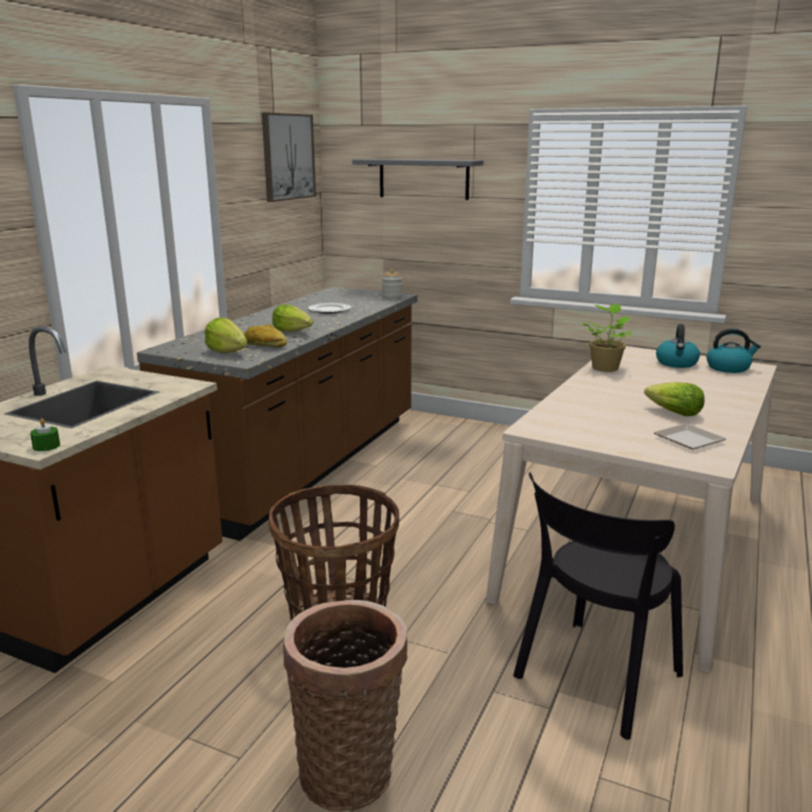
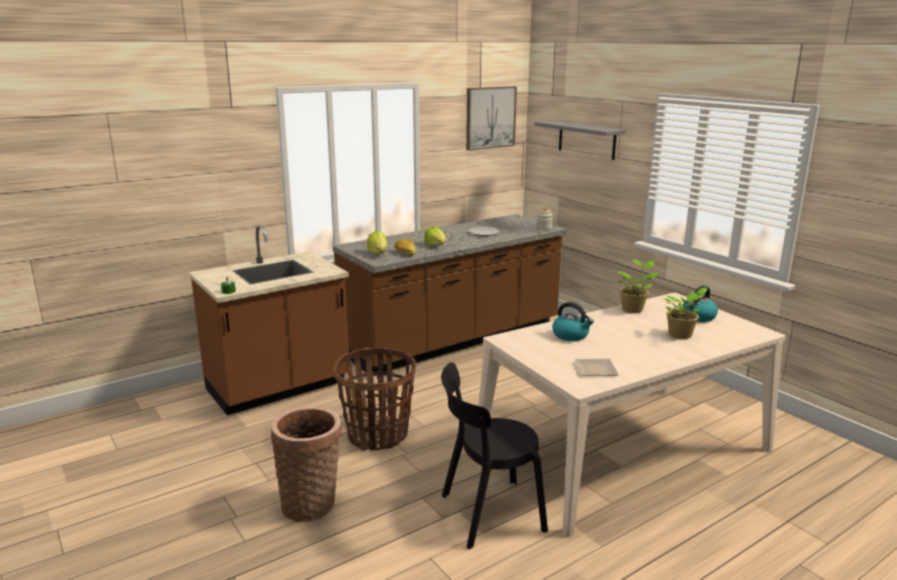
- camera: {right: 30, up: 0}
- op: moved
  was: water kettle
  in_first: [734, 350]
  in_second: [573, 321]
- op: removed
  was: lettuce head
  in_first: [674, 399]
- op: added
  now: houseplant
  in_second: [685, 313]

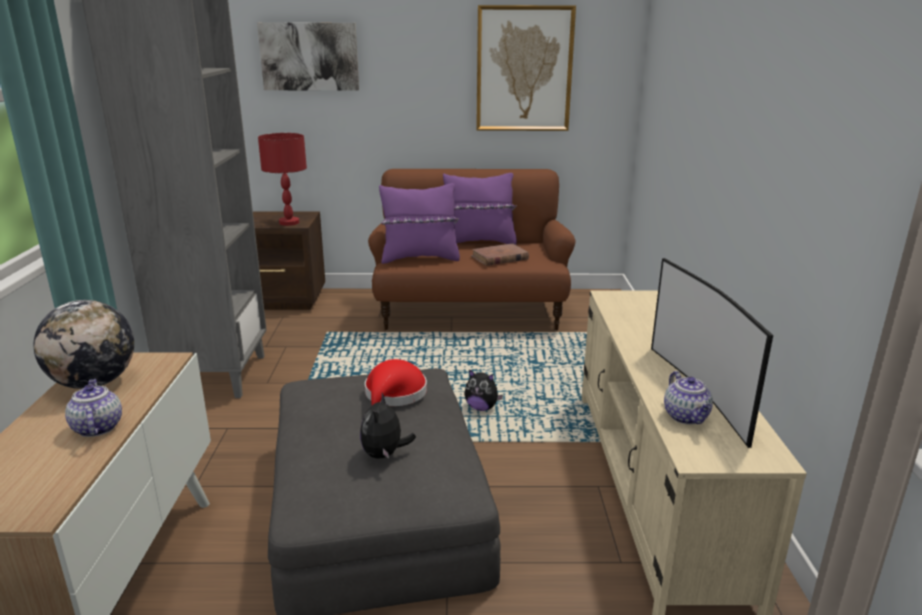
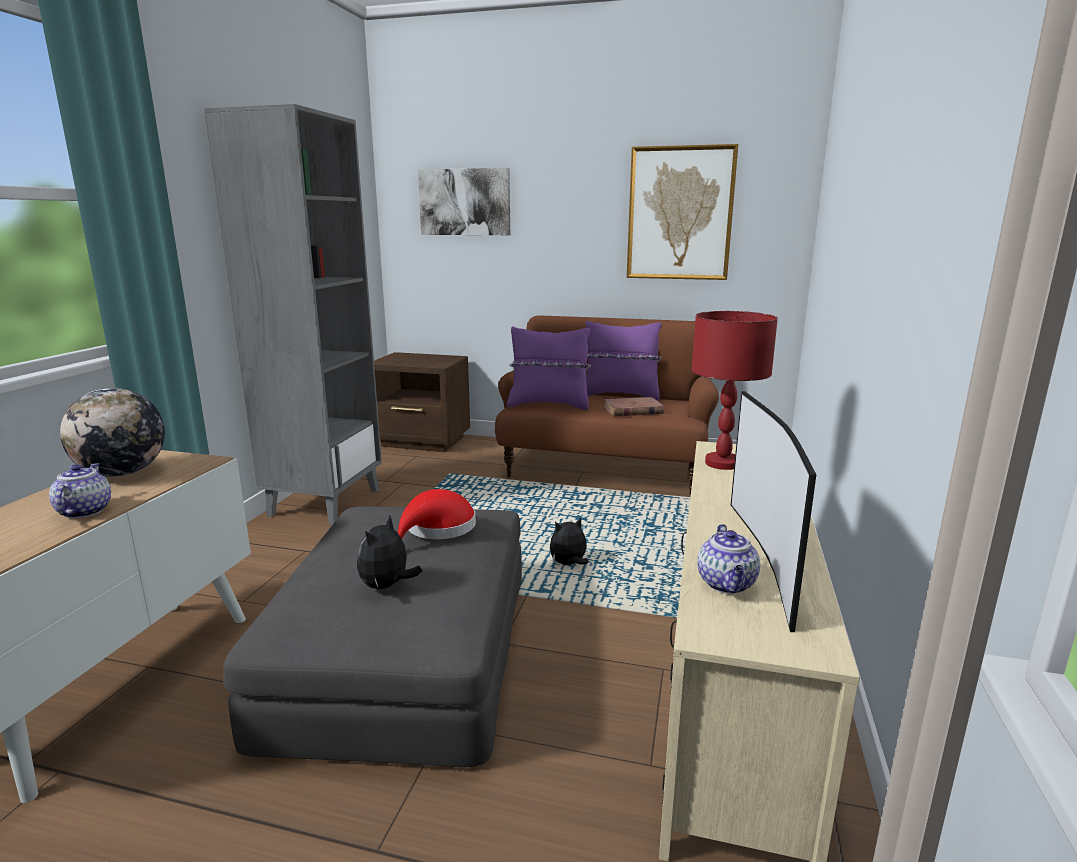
- camera: {right: 15, up: -5}
- op: moved
  was: tabletop lamp in red
  in_first: [282, 179]
  in_second: [734, 390]
- op: turned
  was: soft toy
  in_first: [483, 390]
  in_second: [569, 541]
  clockwise: 120

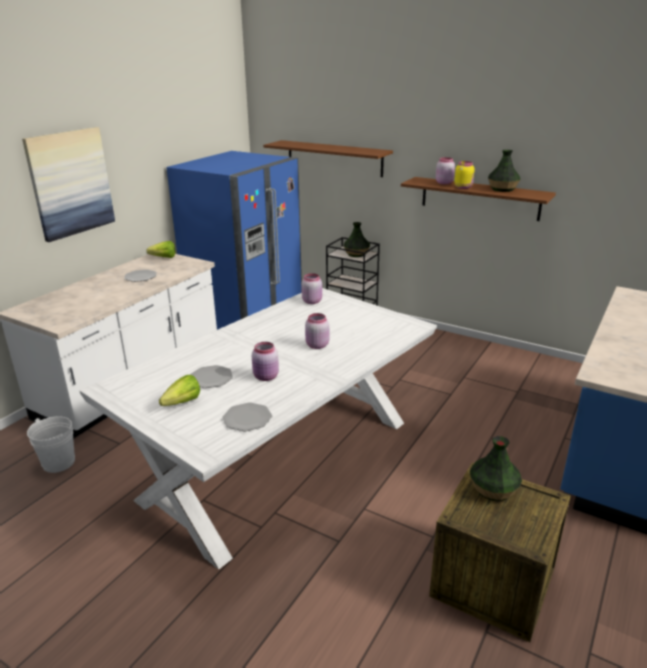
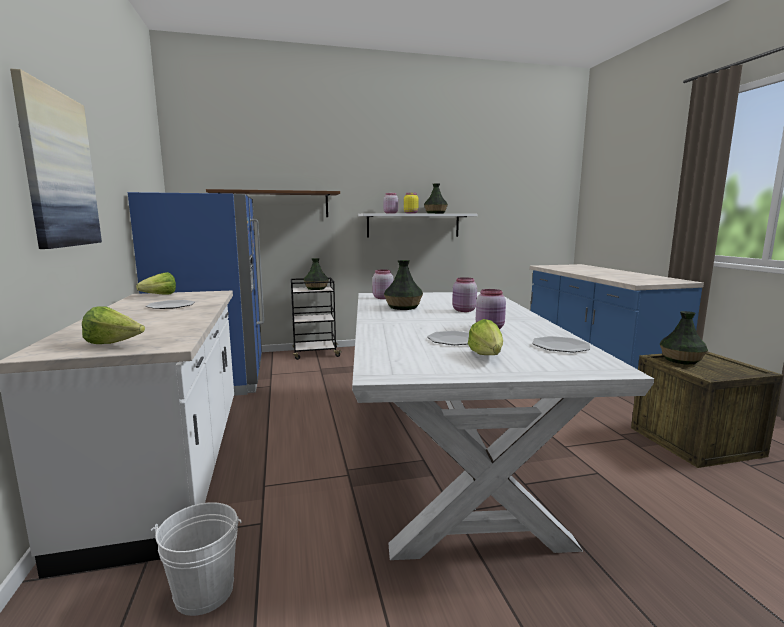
- camera: {right: -45, up: -15}
- op: recoloured
  was: bracket shelf in brownish
  now: bracket shelf in whitish
  in_first: [478, 199]
  in_second: [418, 225]
- op: added
  now: flower vase
  in_second: [403, 285]
- op: added
  now: lettuce head
  in_second: [113, 325]

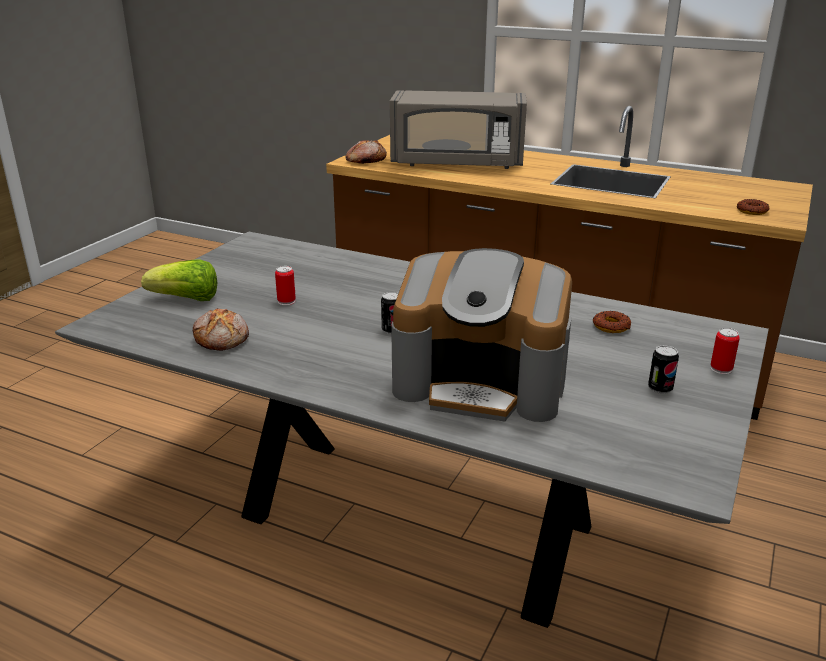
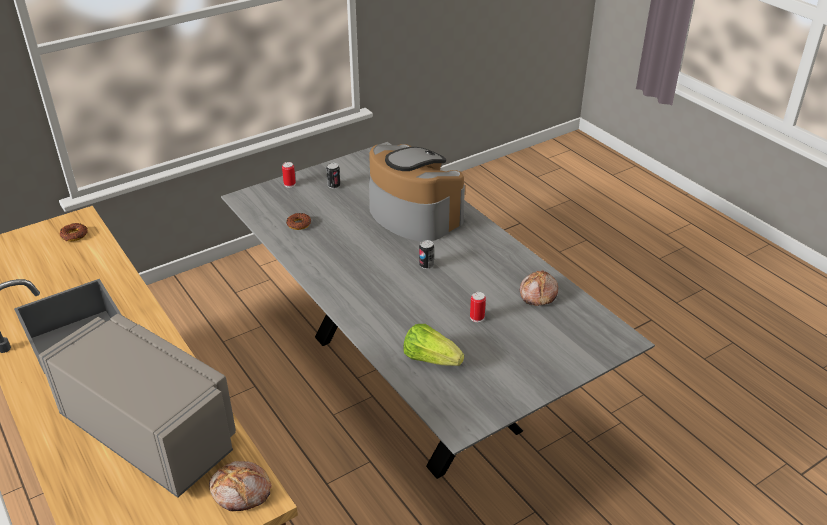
- camera: {right: -150, up: 10}
- op: moved
  was: lettuce head
  in_first: [179, 280]
  in_second: [433, 345]

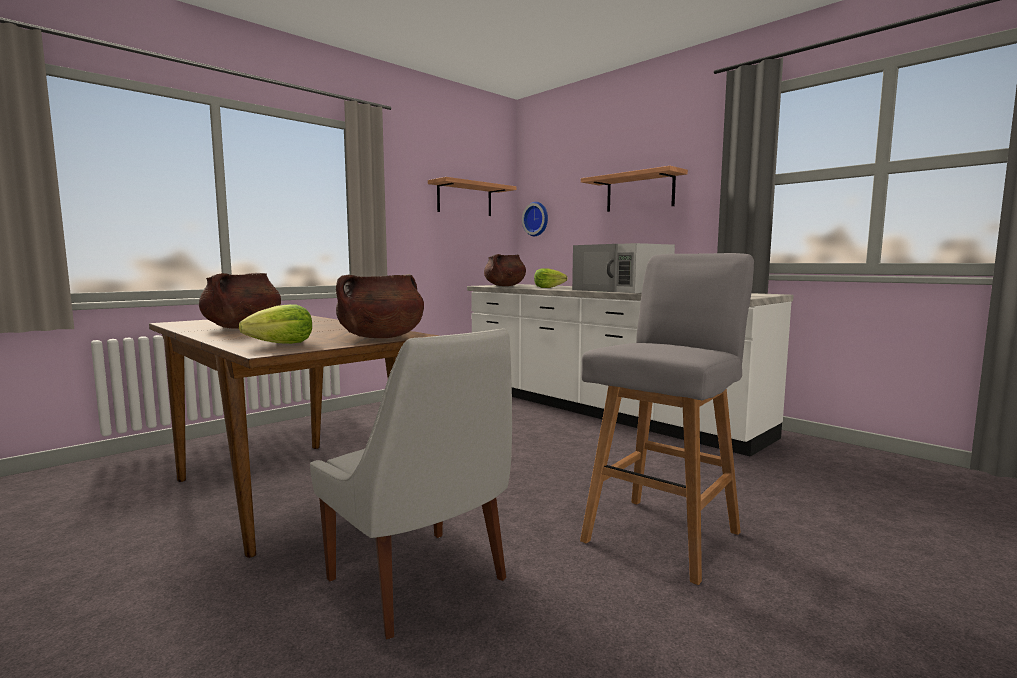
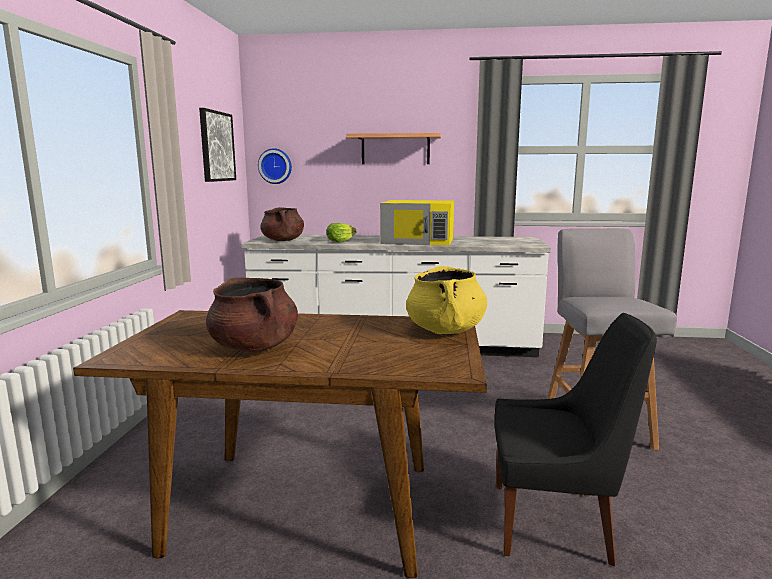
- camera: {right: -40, up: 5}
- op: replaced
  was: bracket shelf
  now: wall picture
  in_first: [472, 196]
  in_second: [217, 145]
- op: recoloured
  was: microwave in whitish
  now: microwave in yellow-coloured
  in_first: [623, 268]
  in_second: [417, 222]
- op: recoloured
  was: saucepot in brownish
  now: saucepot in yellow-coloured
  in_first: [380, 306]
  in_second: [446, 300]
- op: removed
  was: lettuce head
  in_first: [275, 324]
- op: recoloured
  was: plain chair in whitish
  now: plain chair in black-coloured
  in_first: [411, 483]
  in_second: [576, 439]

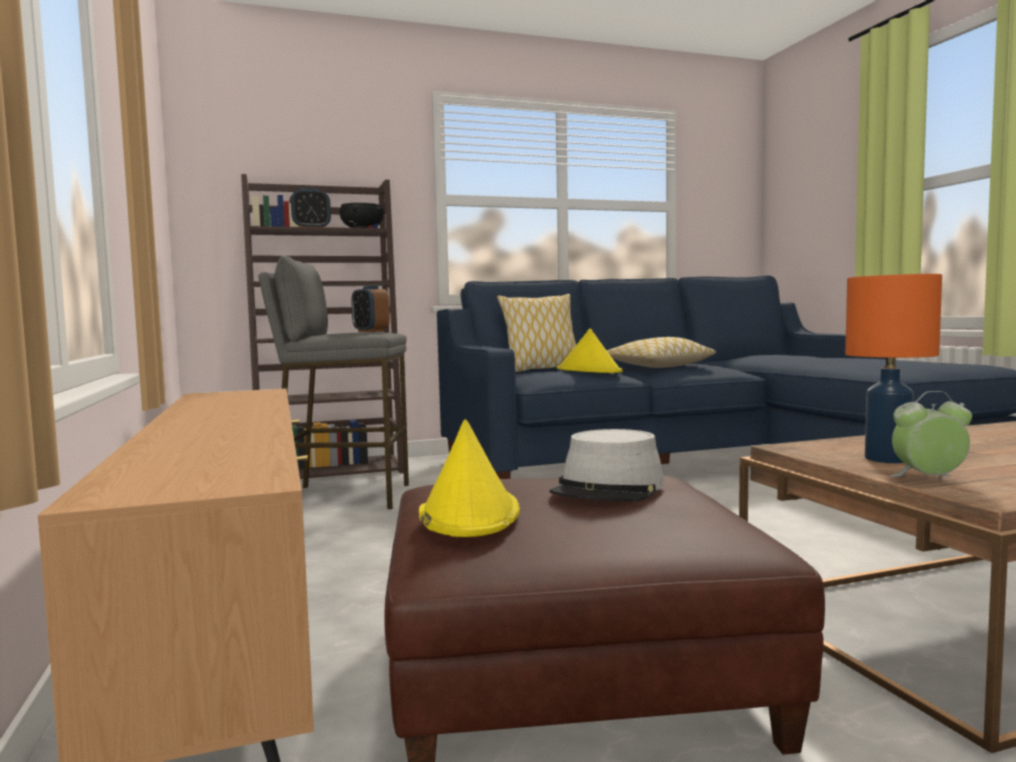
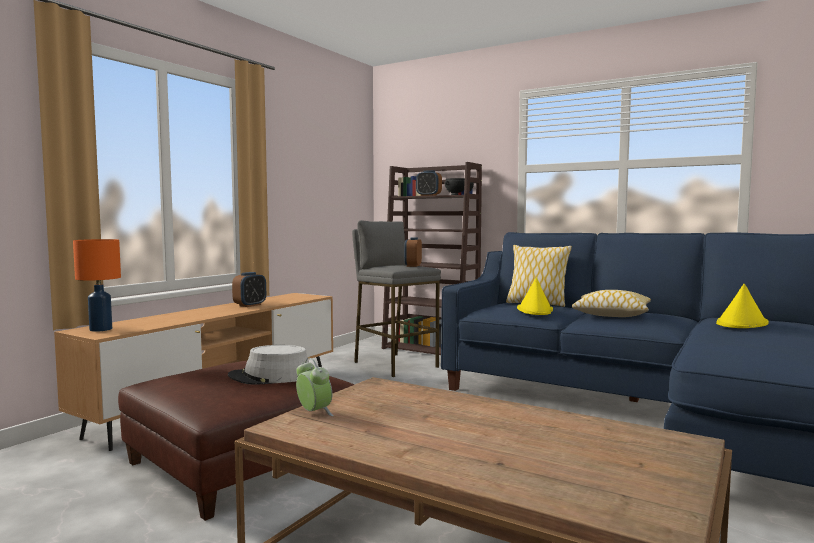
- camera: {right: 50, up: 0}
- op: moved
  was: tabletop lamp in orange-coloured
  in_first: [893, 368]
  in_second: [97, 285]
- op: moved
  was: hat in yellow-coloured
  in_first: [469, 478]
  in_second: [742, 306]
- op: added
  now: table clock
  in_second: [249, 289]

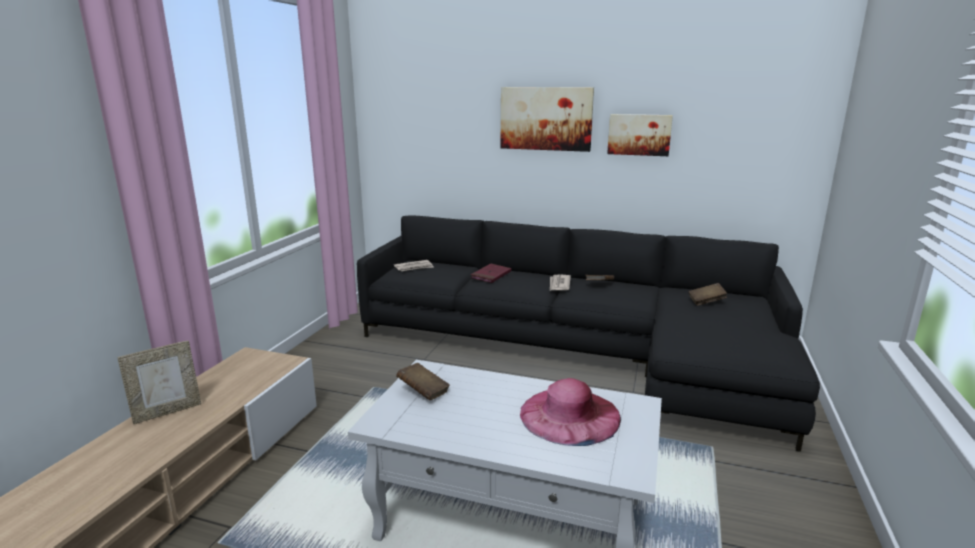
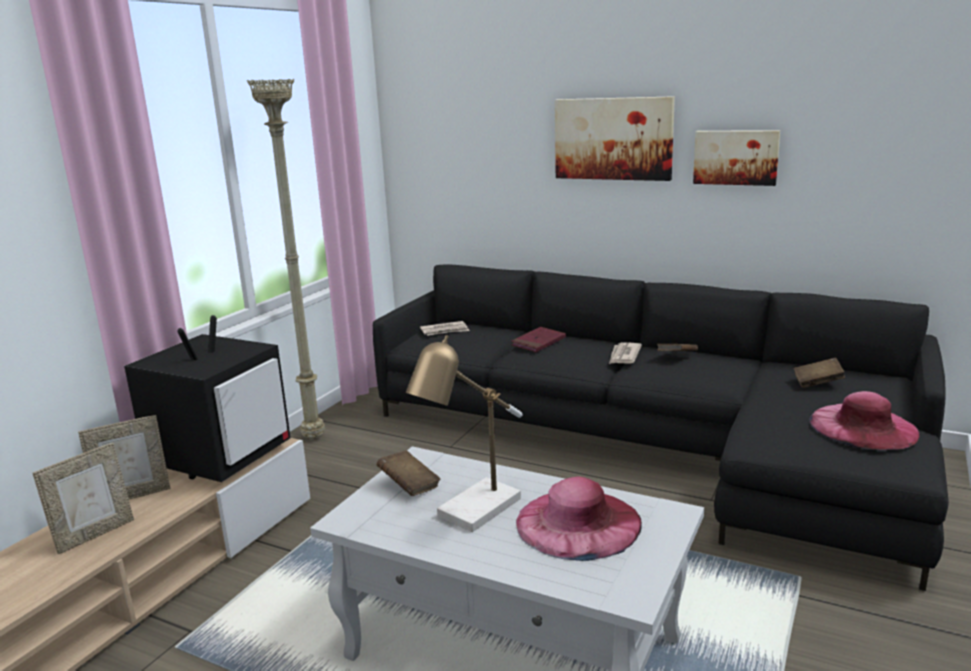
- camera: {right: 10, up: 0}
- op: added
  now: standing lamp in beige-coloured
  in_second: [286, 259]
- op: added
  now: TV
  in_second: [207, 398]
- op: added
  now: tabletop lamp
  in_second: [464, 433]
- op: added
  now: hat in pink
  in_second: [865, 421]
- op: added
  now: standing frame
  in_second: [83, 498]

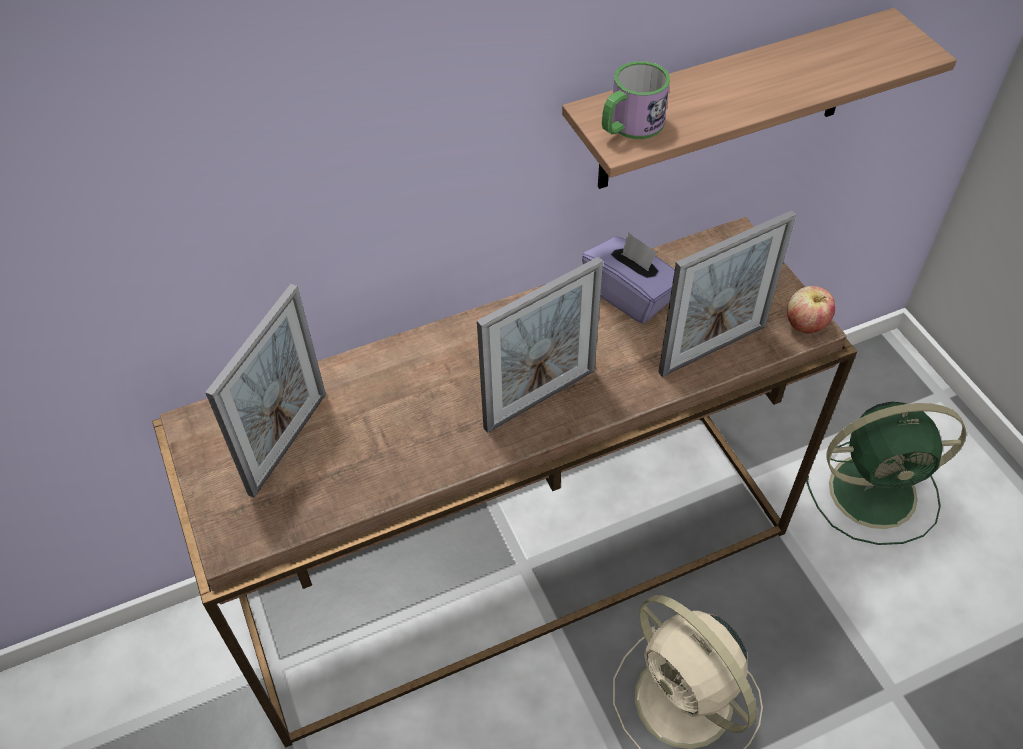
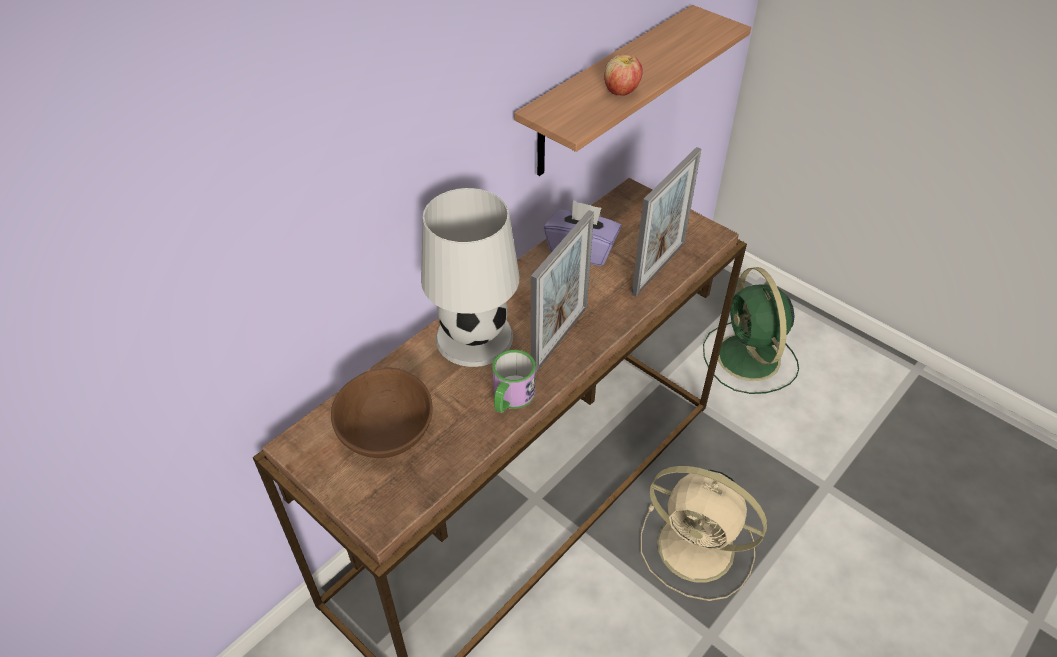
- camera: {right: -25, up: -5}
- op: moved
  was: mug
  in_first: [636, 100]
  in_second: [513, 381]
- op: replaced
  was: standing frame
  now: deep dish in brownish
  in_first: [265, 391]
  in_second: [382, 413]
- op: moved
  was: apple
  in_first: [811, 309]
  in_second: [623, 75]
- op: turned
  was: fan in green-coloured
  in_first: [886, 473]
  in_second: [751, 330]
  clockwise: 105
- op: added
  now: tabletop lamp in whitish
  in_second: [470, 277]

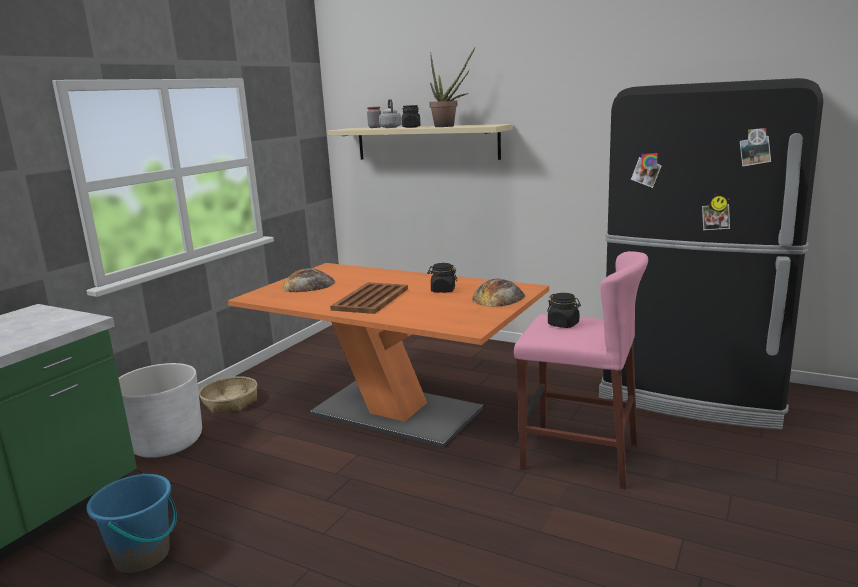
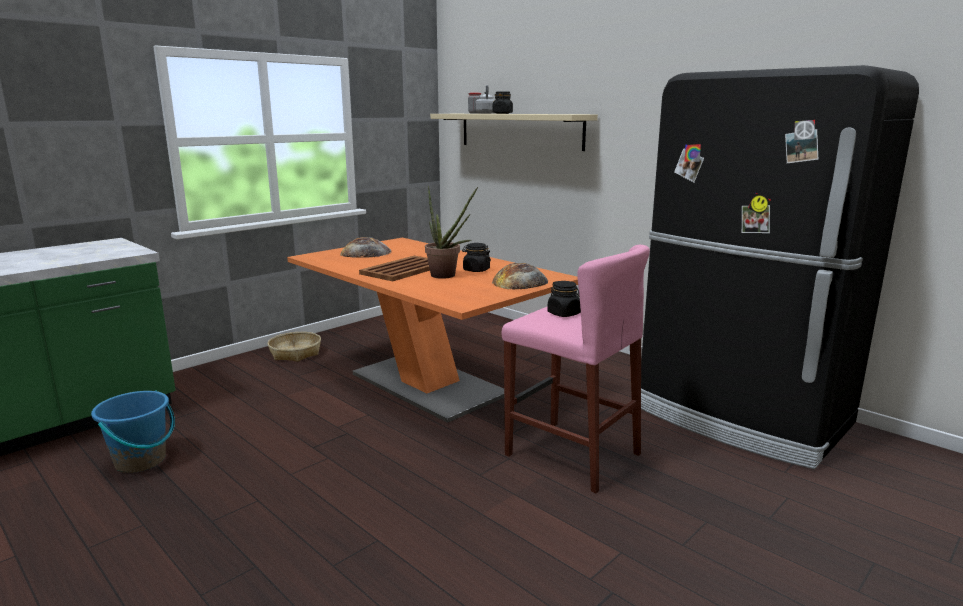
- camera: {right: 15, up: 0}
- op: moved
  was: houseplant
  in_first: [452, 87]
  in_second: [451, 232]
- op: removed
  was: flower pot in whitish
  in_first: [160, 410]

